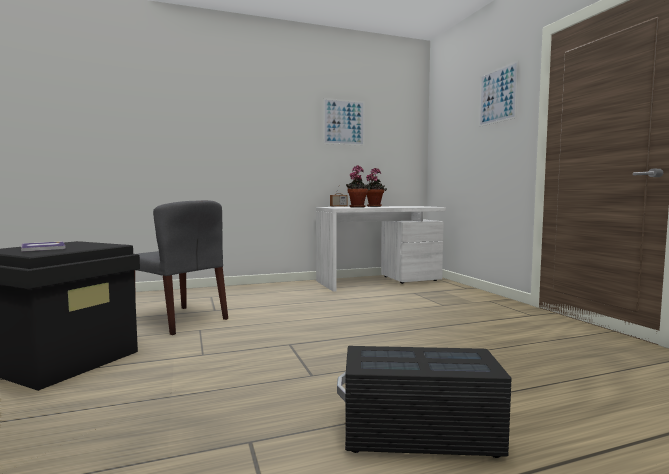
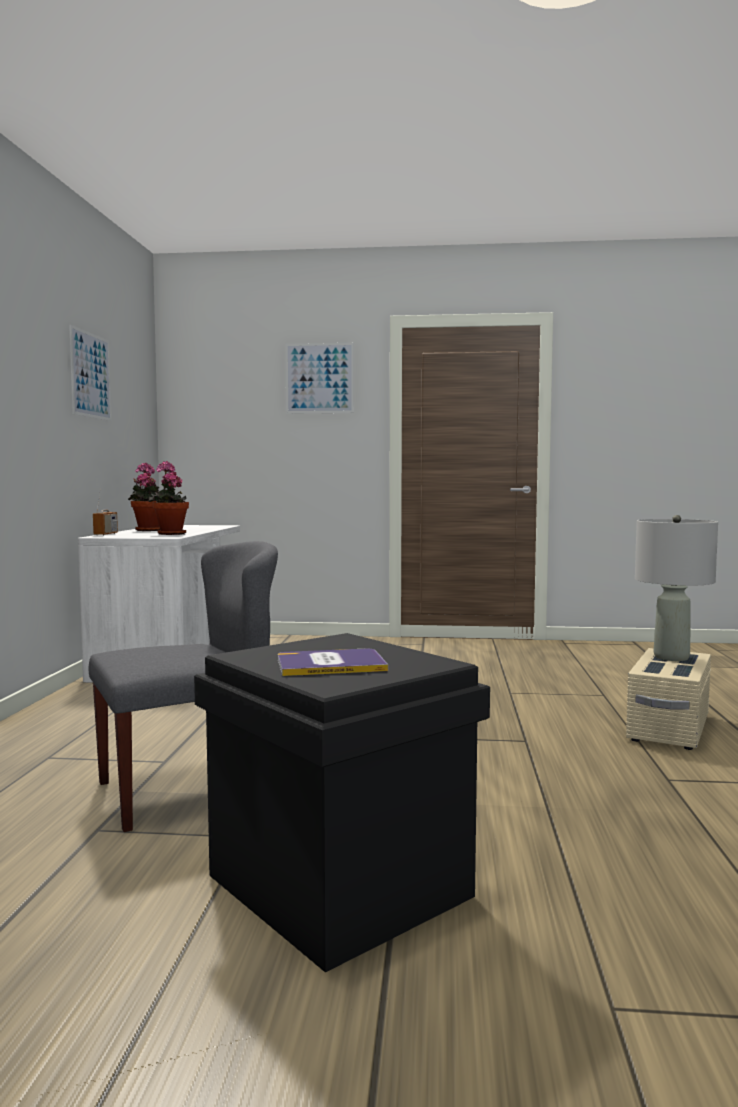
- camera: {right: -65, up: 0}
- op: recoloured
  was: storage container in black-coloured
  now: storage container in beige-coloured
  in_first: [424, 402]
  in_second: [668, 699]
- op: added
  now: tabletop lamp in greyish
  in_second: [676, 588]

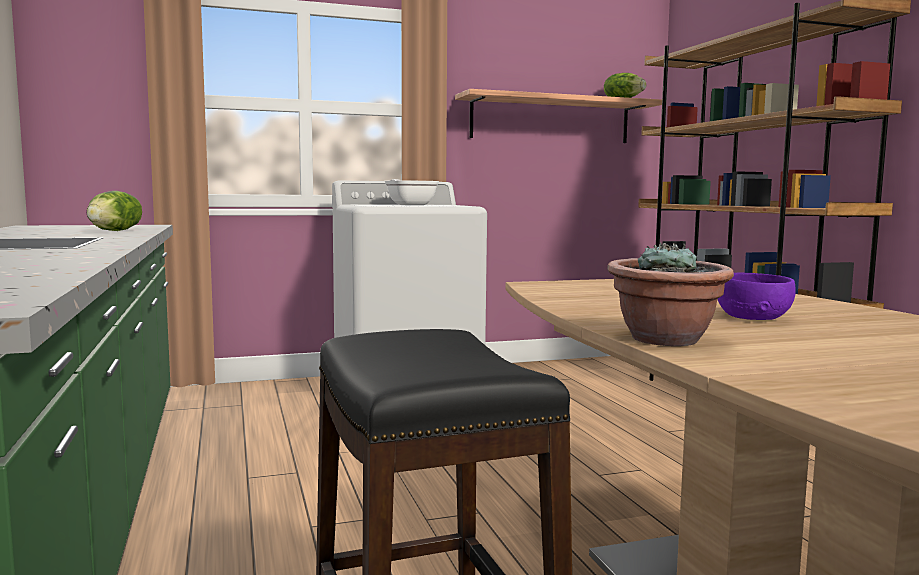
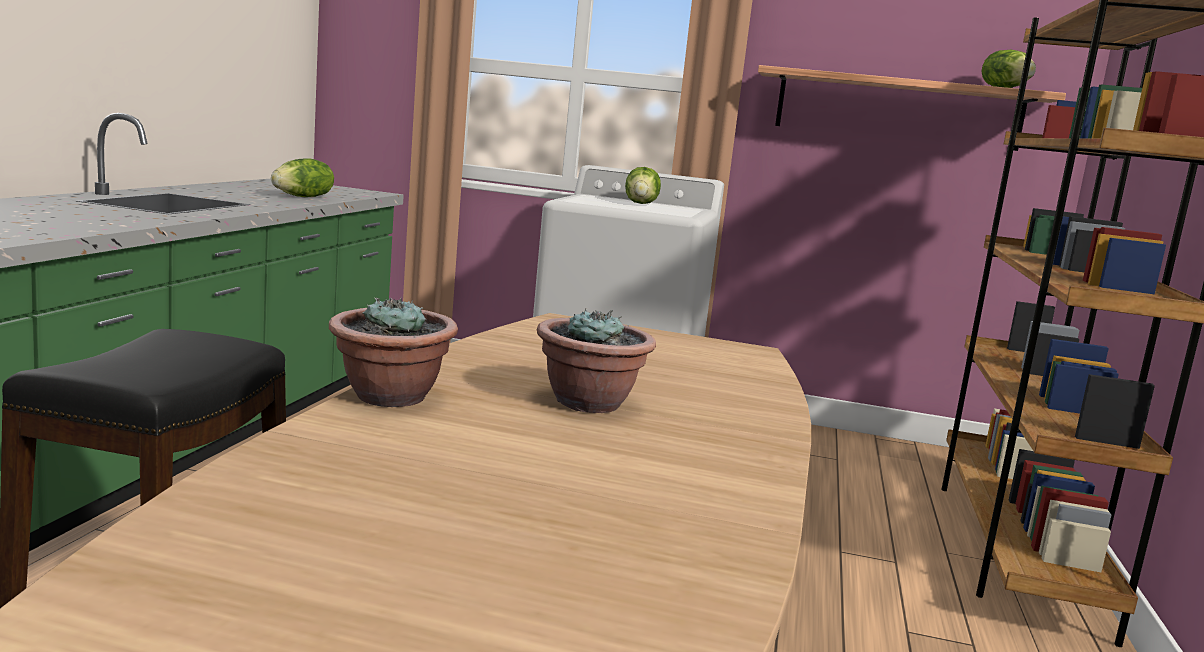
- camera: {right: 30, up: 5}
- op: replaced
  was: skillet
  now: lettuce head
  in_first: [412, 192]
  in_second: [643, 185]
- op: replaced
  was: deep dish in purple
  now: houseplant
  in_first: [757, 296]
  in_second: [596, 360]

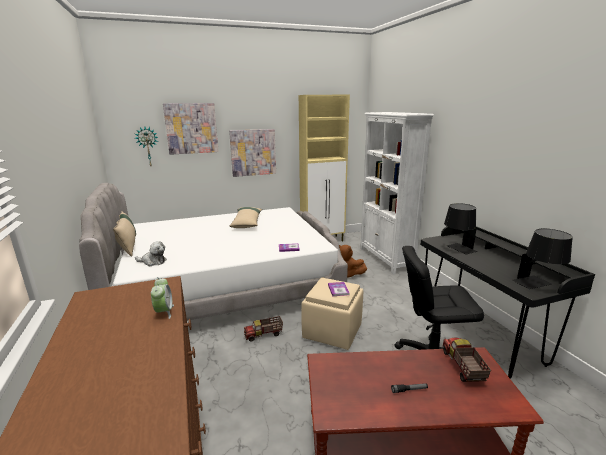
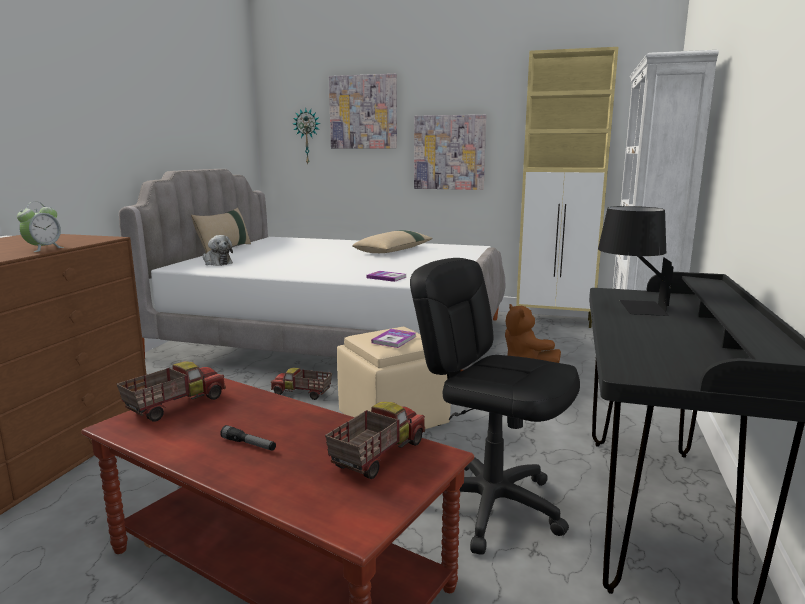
- camera: {right: 35, up: -5}
- op: removed
  was: tabletop lamp in black-coloured
  in_first: [542, 259]
- op: added
  now: toy lorry
  in_second: [171, 392]

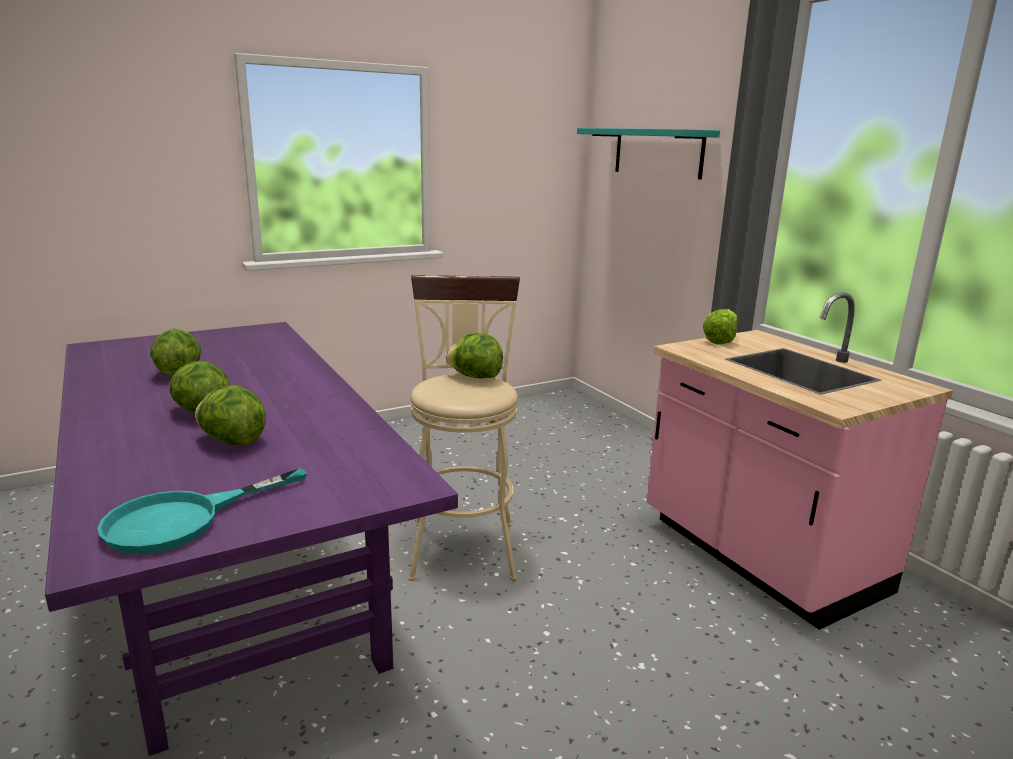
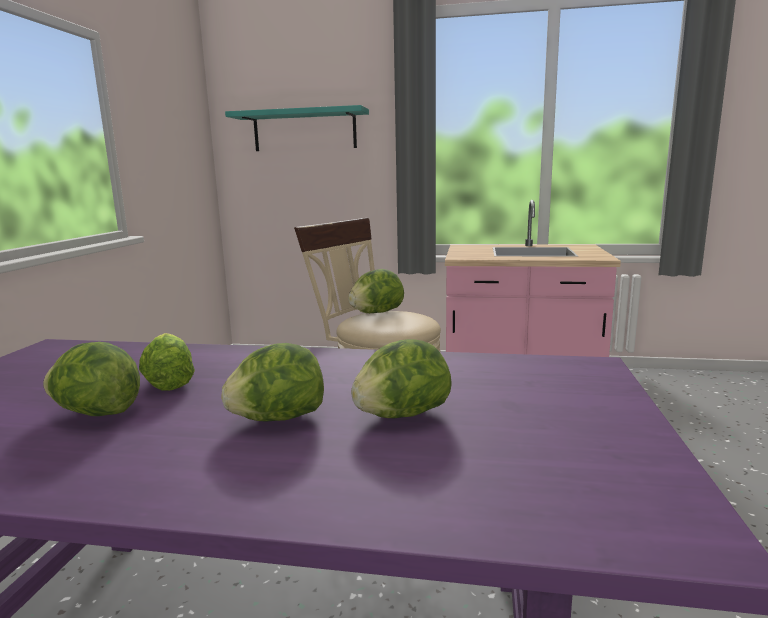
- camera: {right: -50, up: -5}
- op: moved
  was: lettuce head
  in_first: [720, 326]
  in_second: [167, 362]
- op: removed
  was: skillet in blue-green
  in_first: [202, 511]

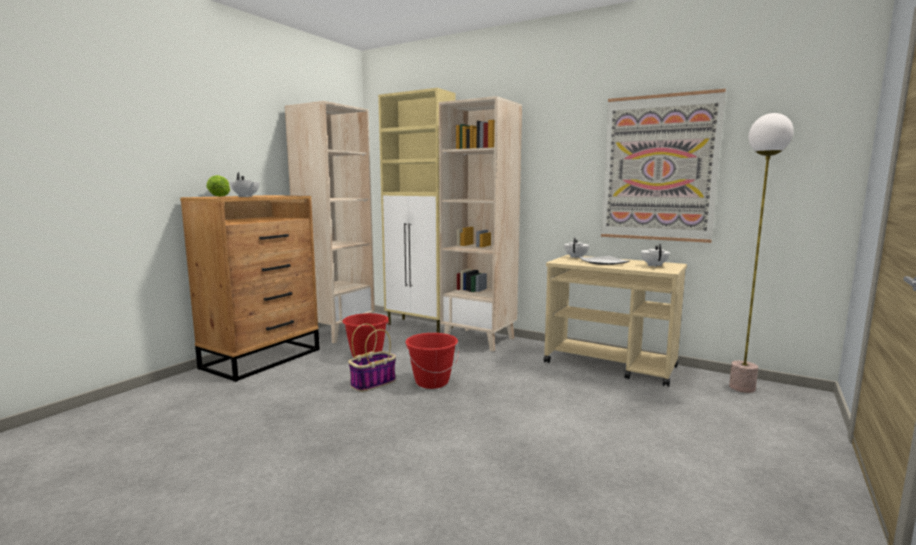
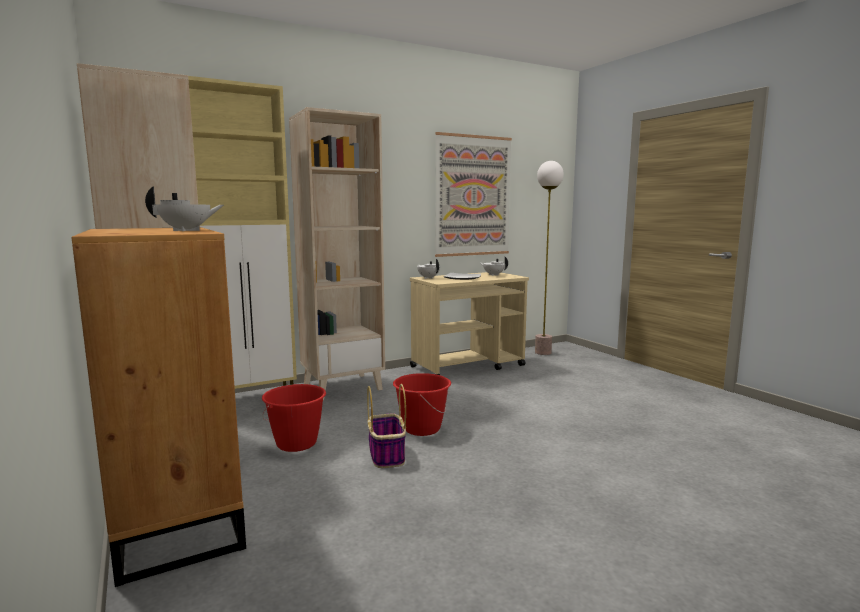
- camera: {right: -60, up: 0}
- op: removed
  was: lettuce head
  in_first: [218, 186]

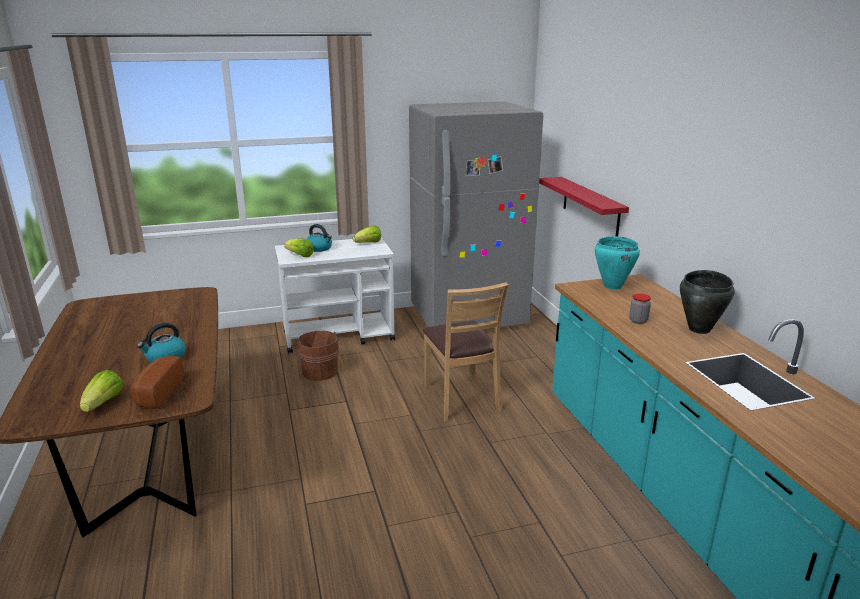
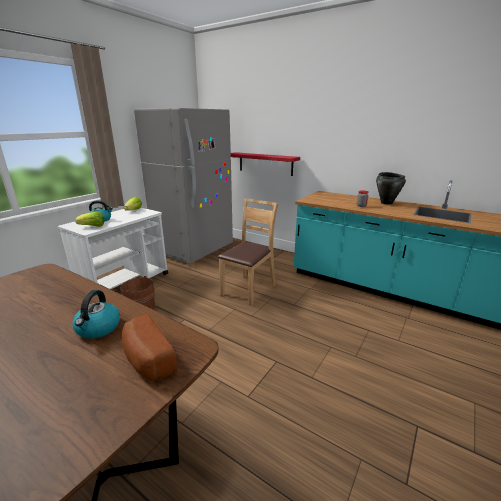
- camera: {right: -40, up: 0}
- op: removed
  was: saucepot in blue-green
  in_first: [617, 263]
- op: turned
  was: plain chair in brownish
  in_first: [466, 352]
  in_second: [248, 252]
  clockwise: -90
- op: removed
  was: lettuce head
  in_first: [101, 391]

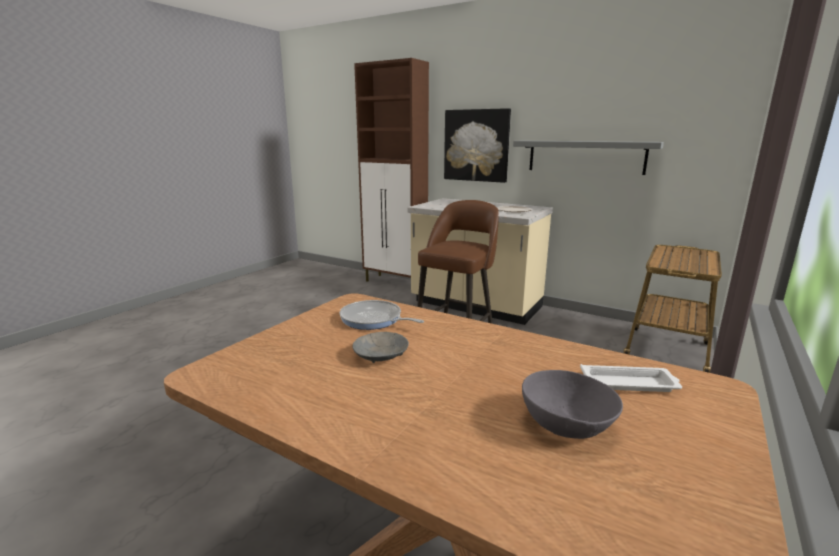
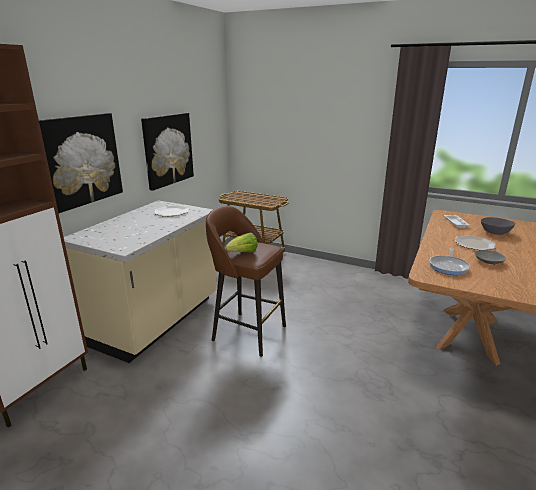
- camera: {right: -95, up: 5}
- op: replaced
  was: bracket shelf in greyish
  now: wall picture
  in_first: [588, 158]
  in_second: [167, 152]
- op: added
  now: lettuce head
  in_second: [241, 243]
- op: added
  now: dinner plate
  in_second: [475, 242]

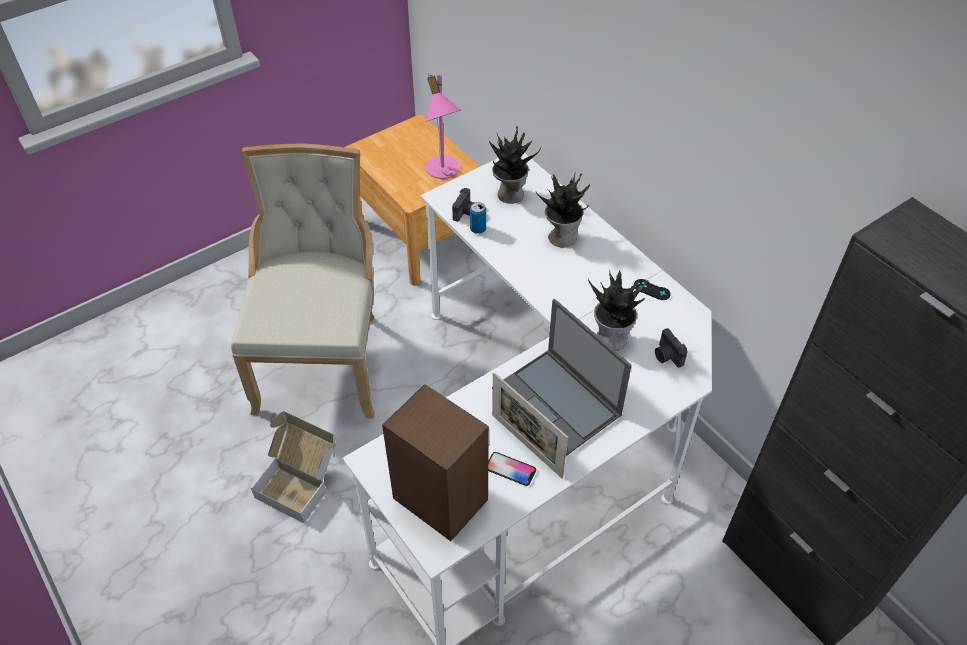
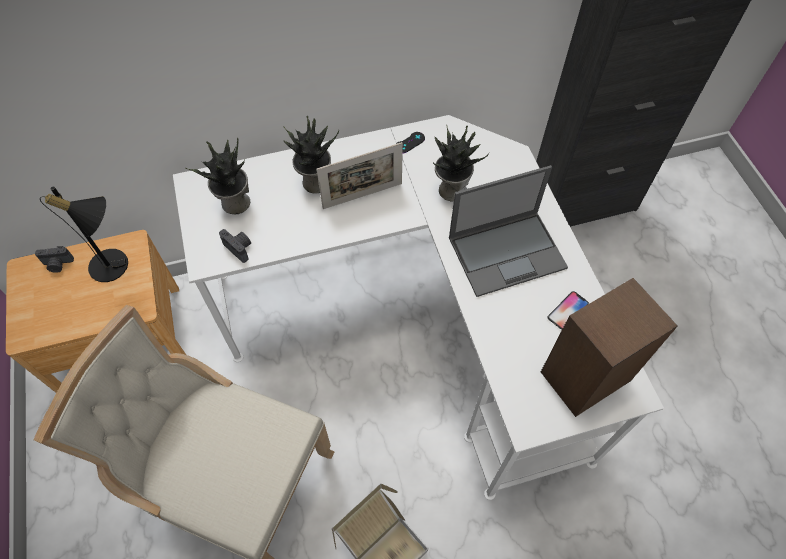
- camera: {right: -70, up: 10}
- op: recoloured
  was: tabletop lamp in pink
  now: tabletop lamp in black-coloured
  in_first: [443, 126]
  in_second: [84, 234]
- op: removed
  was: sealed can
  in_first: [478, 218]
- op: moved
  was: photo camera
  in_first: [671, 348]
  in_second: [54, 259]
- op: moved
  was: standing frame
  in_first: [530, 425]
  in_second: [360, 175]

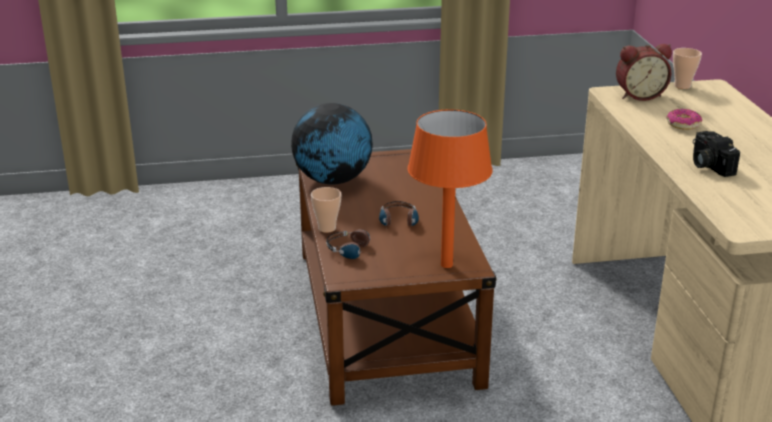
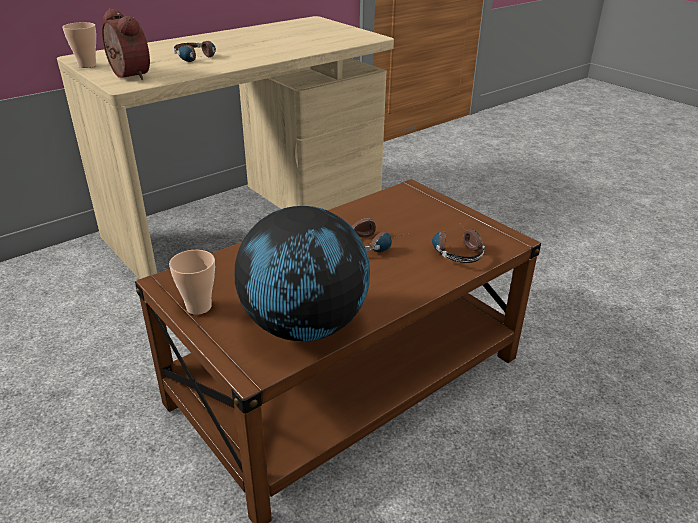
- camera: {right: -120, up: 5}
- op: removed
  was: tabletop lamp in orange-coloured
  in_first: [450, 188]
- op: replaced
  was: donut
  now: headset
  in_first: [684, 119]
  in_second: [195, 51]
- op: removed
  was: photo camera
  in_first: [716, 154]
- op: moved
  was: small cup
  in_first: [326, 210]
  in_second: [192, 282]

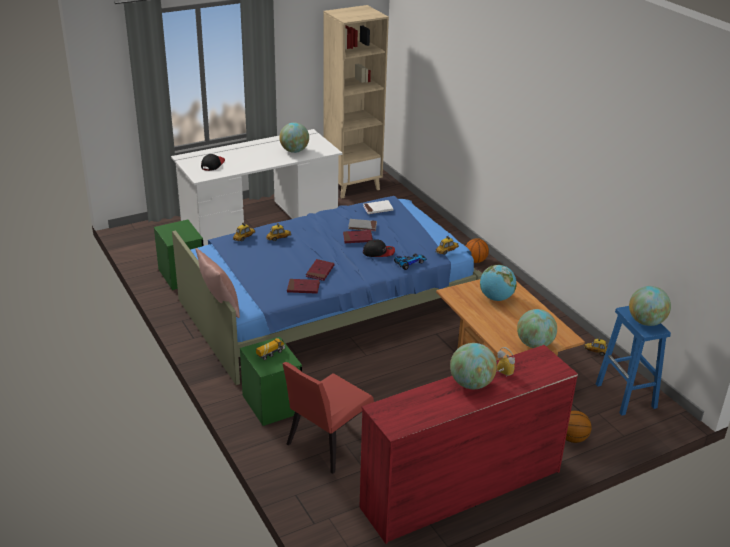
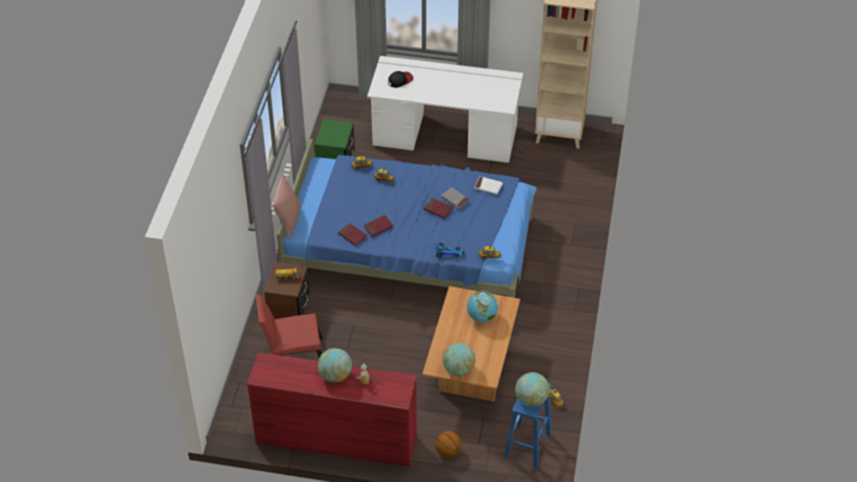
- camera: {right: 40, up: 15}
- op: removed
  was: globe
  in_first: [294, 138]
- op: removed
  was: ball for basketball
  in_first: [477, 250]
- op: removed
  was: cap
  in_first: [379, 248]
- op: recoloured
  was: night table in green-coloured
  now: night table in brownish
  in_first: [271, 381]
  in_second: [287, 290]

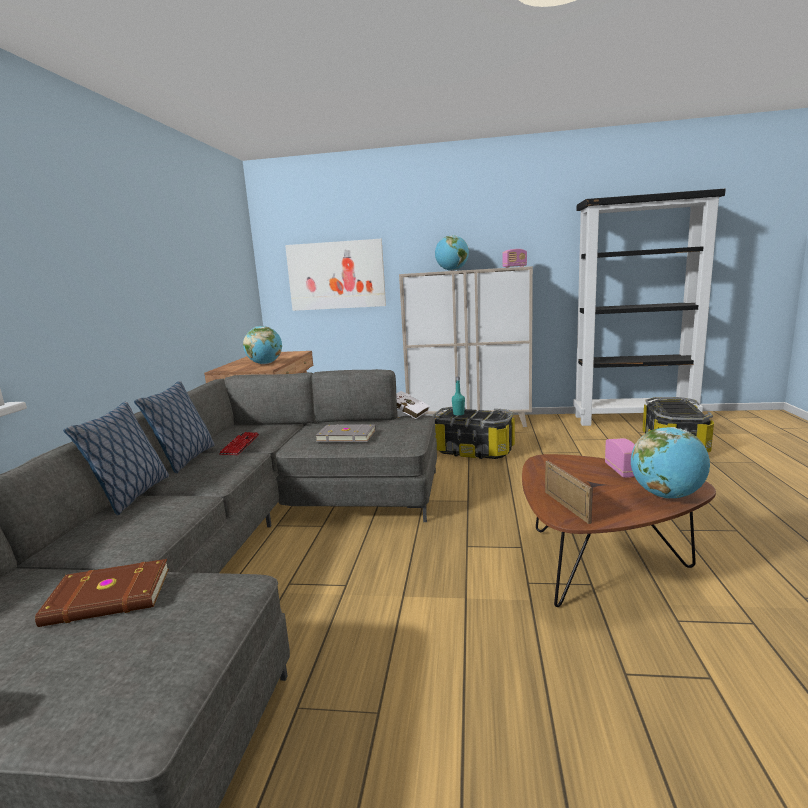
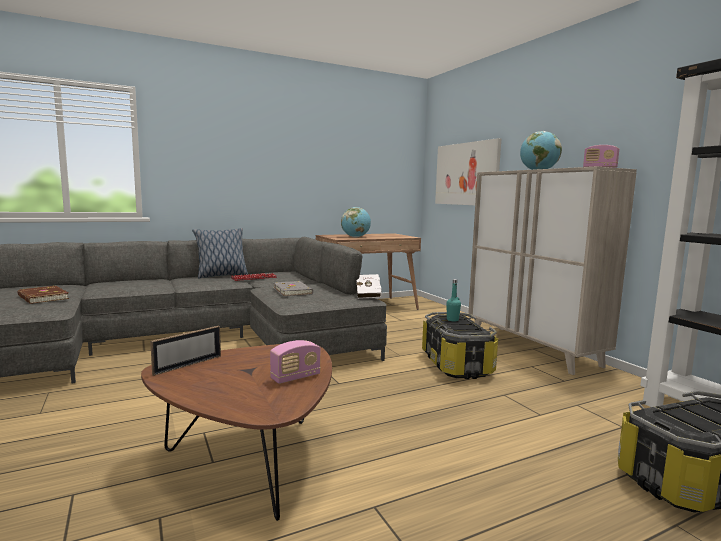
- camera: {right: 55, up: -5}
- op: removed
  was: cushion
  in_first: [116, 458]
- op: removed
  was: globe
  in_first: [670, 462]

